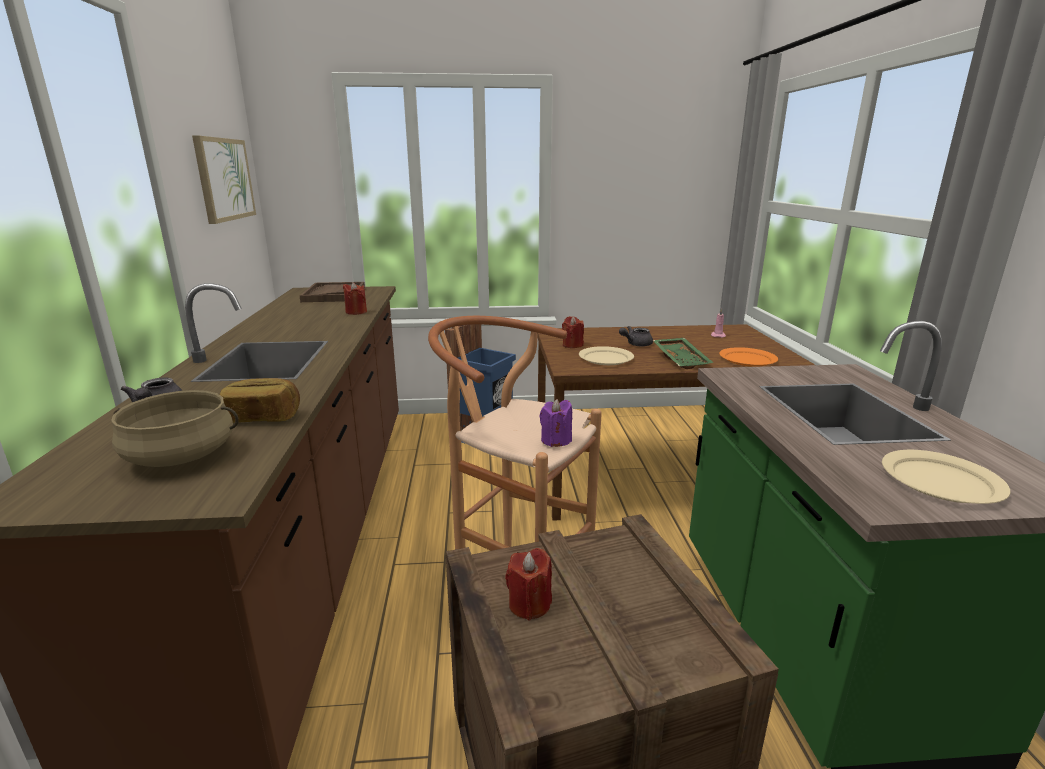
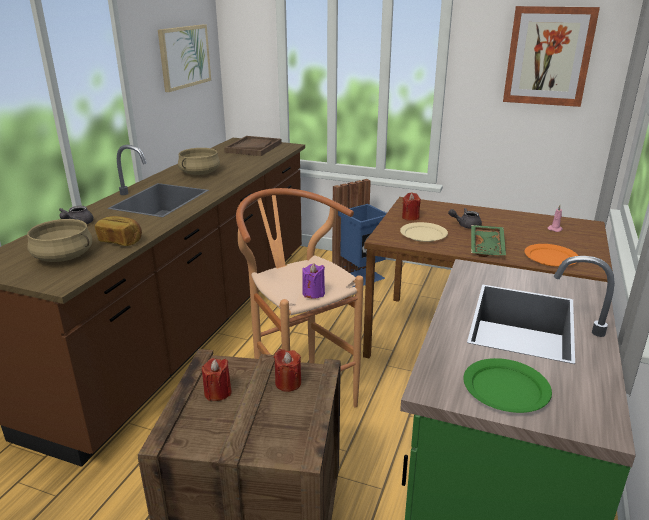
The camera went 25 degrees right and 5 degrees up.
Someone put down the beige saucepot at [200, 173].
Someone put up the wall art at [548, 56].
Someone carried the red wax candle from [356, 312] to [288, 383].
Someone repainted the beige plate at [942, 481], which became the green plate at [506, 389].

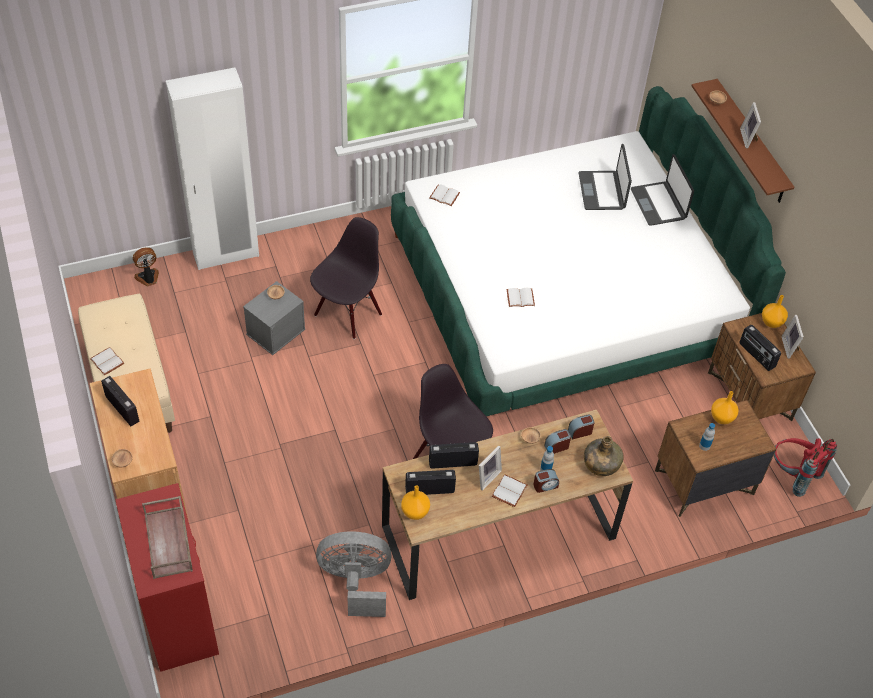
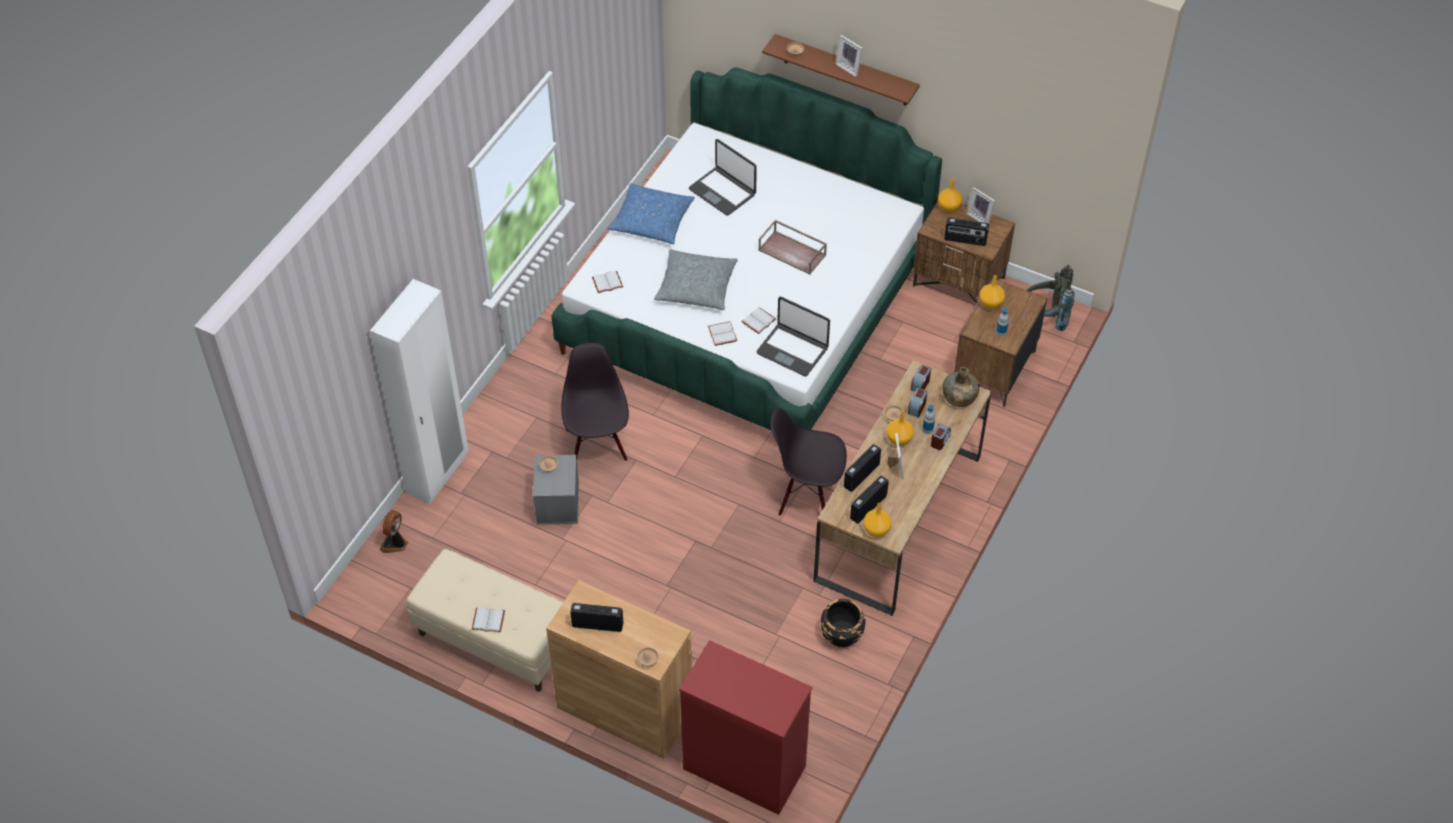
The camera went 40 degrees left and 0 degrees up.
Someone put down the blue-coloured pillow at [651, 220].
Someone put down the greyish pillow at [696, 286].
Someone put down the orange decorative vase at [899, 440].
Someone carried the brown-coloured serving tray from [169, 542] to [793, 252].
Someone carried the white-coloured bound book from [510, 492] to [723, 334].
Someone carried the notebook computer from [659, 204] to [792, 350].
Someone swapped the greyish cooling fan at [356, 582] for the black-coloured plant pot at [841, 635].
Someone repainted the red backpack at [792, 474], which became the greyish backpack at [1044, 317].

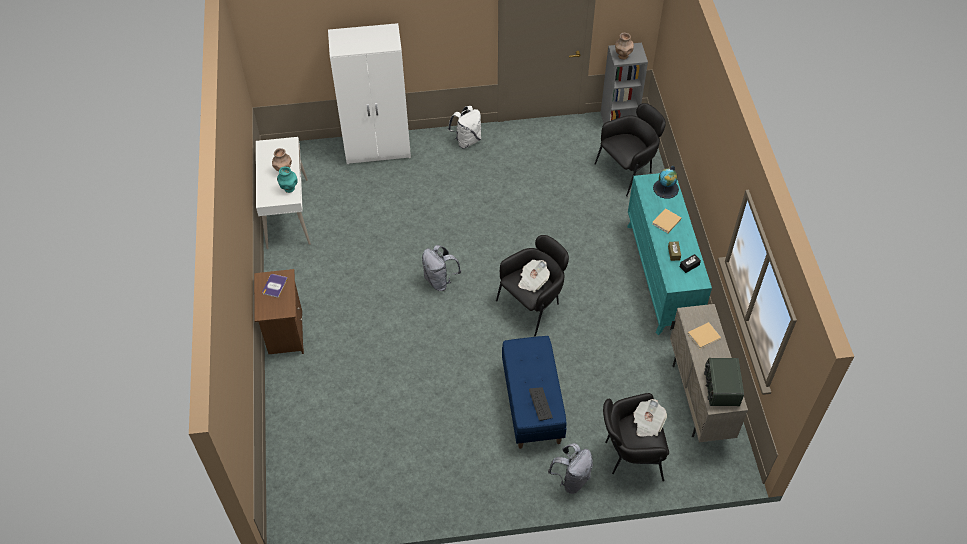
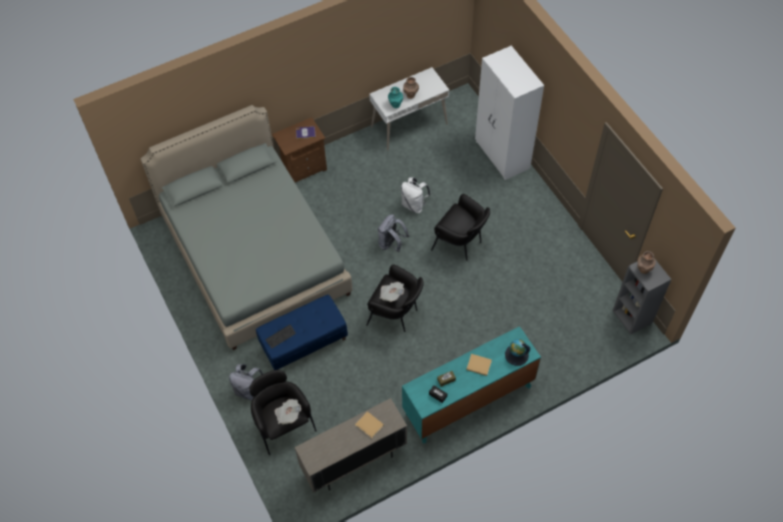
The camera went 70 degrees right and 5 degrees up.
Someone took away the radio at [721, 388].
Someone put down the greyish bedroom bed at [254, 255].
Someone carried the white-coloured backpack from [467, 140] to [414, 205].
Someone carried the black-coloured armchair from [628, 170] to [460, 244].

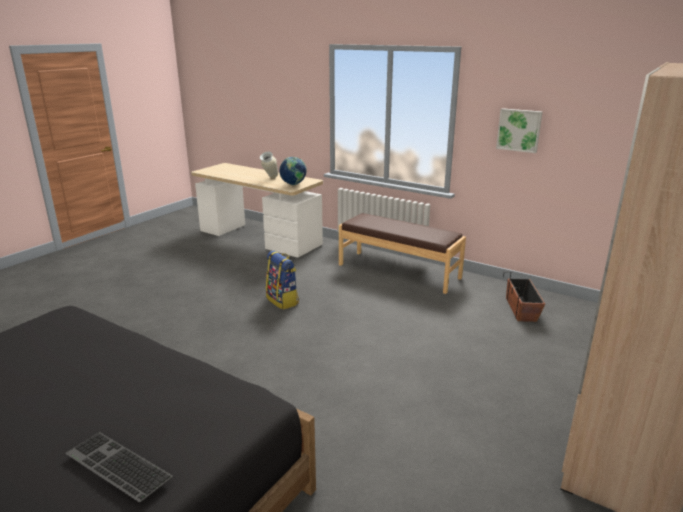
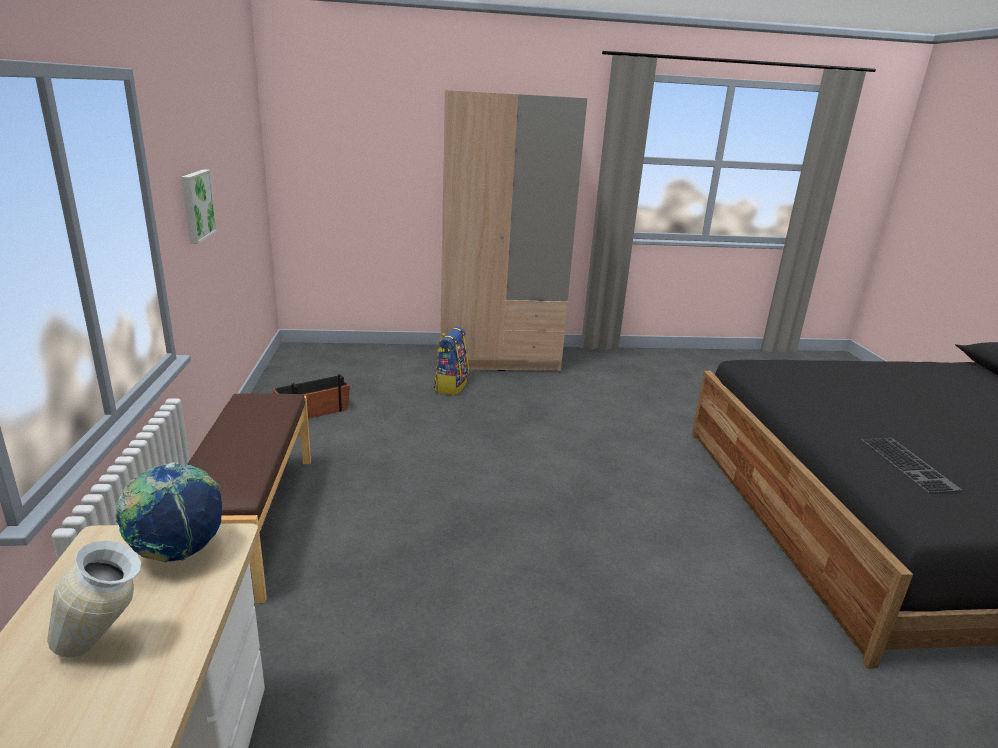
The camera went 130 degrees left and 0 degrees up.
Someone carried the PC keyboard from [115, 466] to [910, 464].
Someone carried the backpack from [283, 301] to [450, 386].

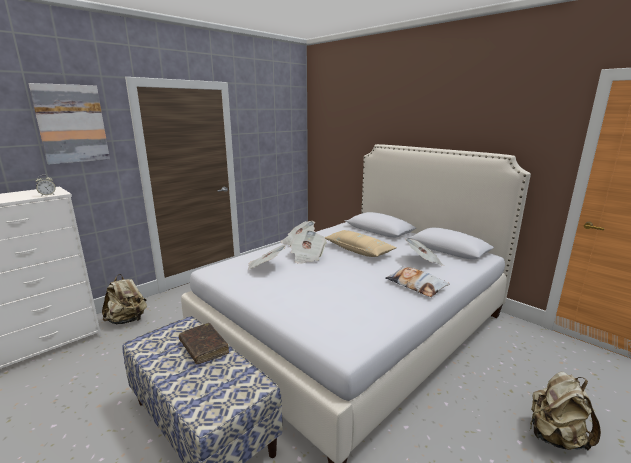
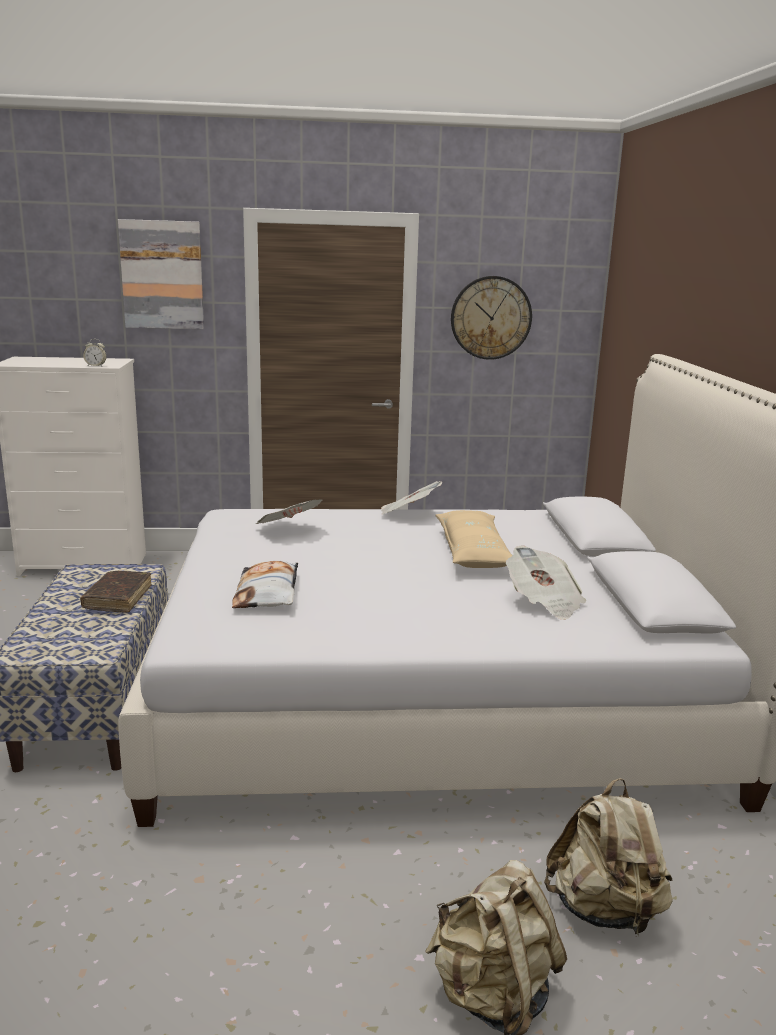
The camera went 40 degrees right and 0 degrees up.
Someone took away the newspaper at [307, 256].
Someone put up the wall clock at [491, 318].
Someone carried the beige backpack from [127, 320] to [605, 910].
Someone carried the pillow from [416, 285] to [268, 593].

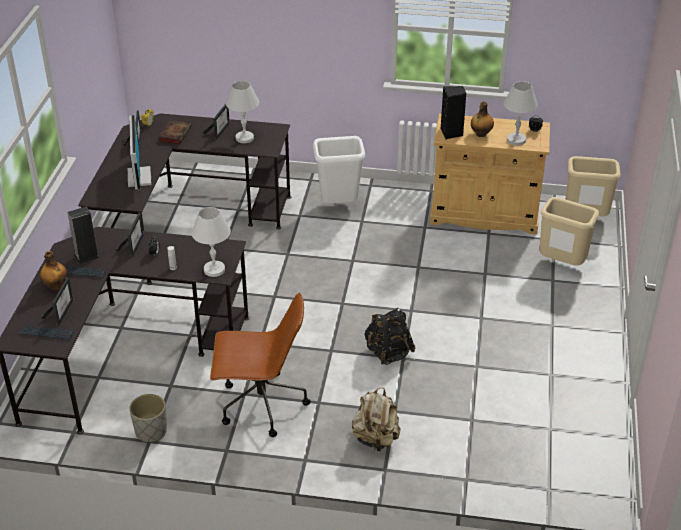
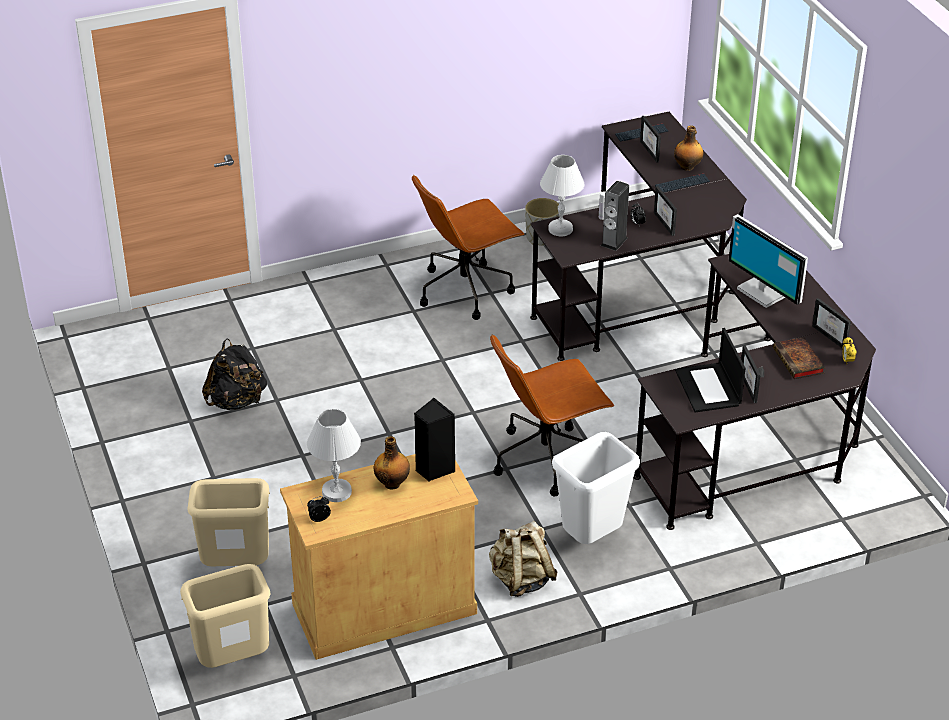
The camera went 150 degrees right and 0 degrees up.
Someone put down the brown-coloured desk chair at [547, 458].
Someone carried the audio speaker from [86, 256] to [614, 242].
Someone carried the beige backpack from [376, 439] to [521, 579].
Someone carried the black-coloured backpack from [388, 352] to [236, 401].
Someone swapped the white-coloured lamp for a table at [244, 138] for the notebook computer at [709, 388].

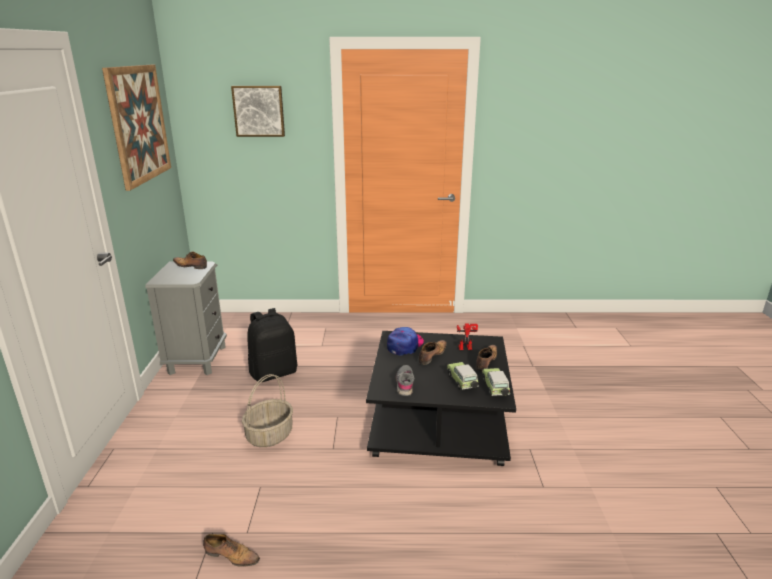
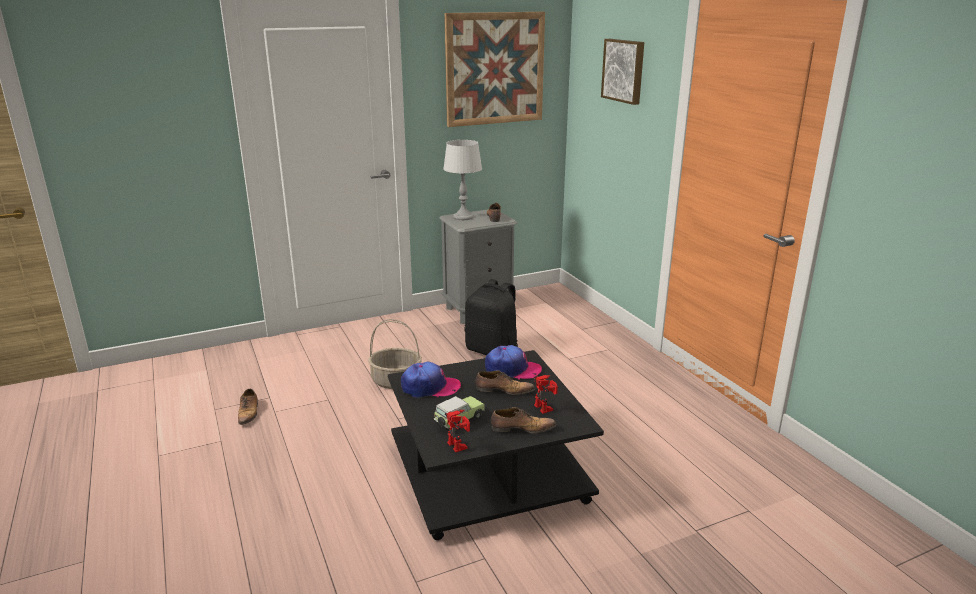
The camera went 65 degrees right and 0 degrees up.
Someone put down the greyish lamp for a table at [463, 217].
Someone swapped the greyish item of footwear at [405, 384] for the cap at [430, 387].
Someone swapped the toy car at [495, 389] for the robot figure at [460, 445].

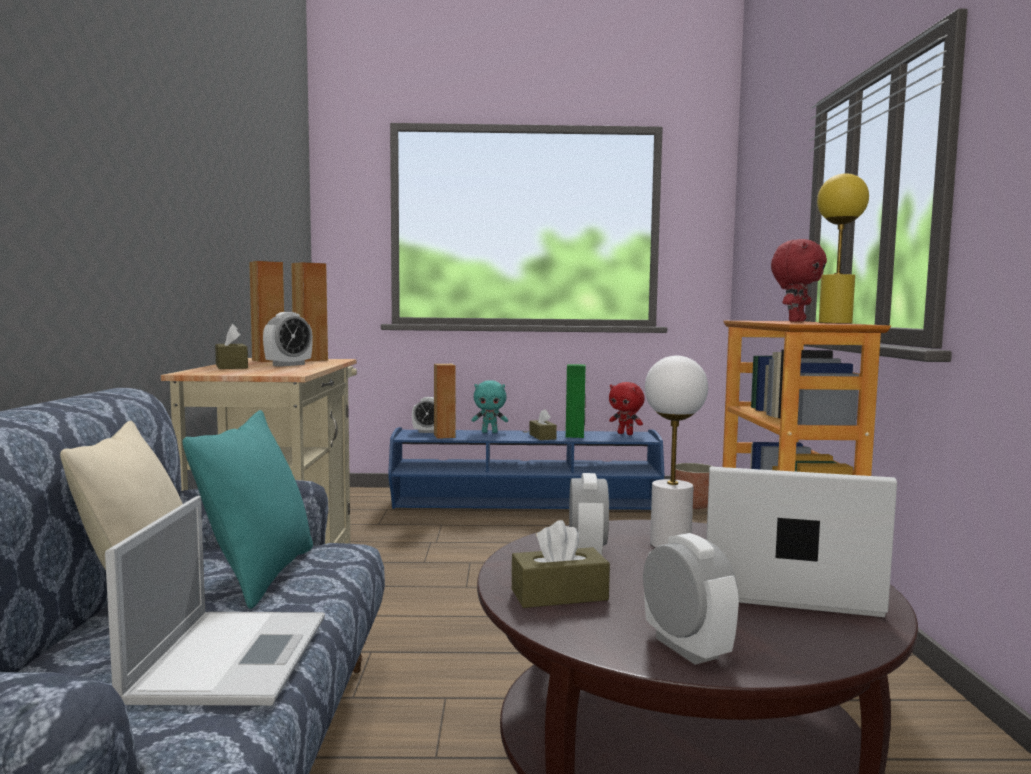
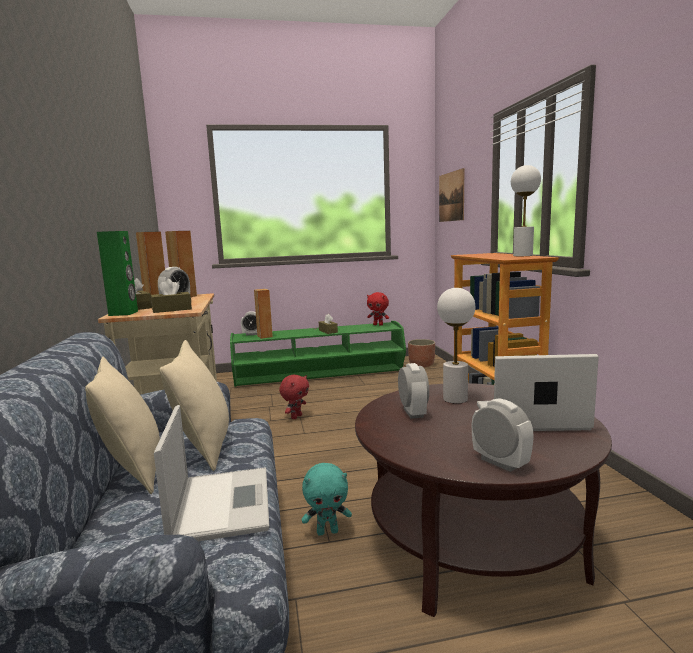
The camera went 10 degrees left and 5 degrees up.
Someone put up the wall art at [451, 196].
Someone carried the turquoise-coloured cuddly toy from [490, 432] to [327, 531].
Someone carried the brown-coloured tissue holder from [559, 595] to [172, 309].
Someone carried the green audio speaker from [575, 435] to [124, 313].
Someone carried the red cuddly toy from [795, 321] to [296, 417].
Someone repainted the turquoise-coloured pillow at [260, 574], which became the beige pillow at [204, 447].
Someone repainted the blue-coloured tv stand at [525, 505], which became the green tv stand at [320, 375].
Someone repainted the yellow lamp for a table at [835, 323], which became the white-coloured lamp for a table at [523, 255].

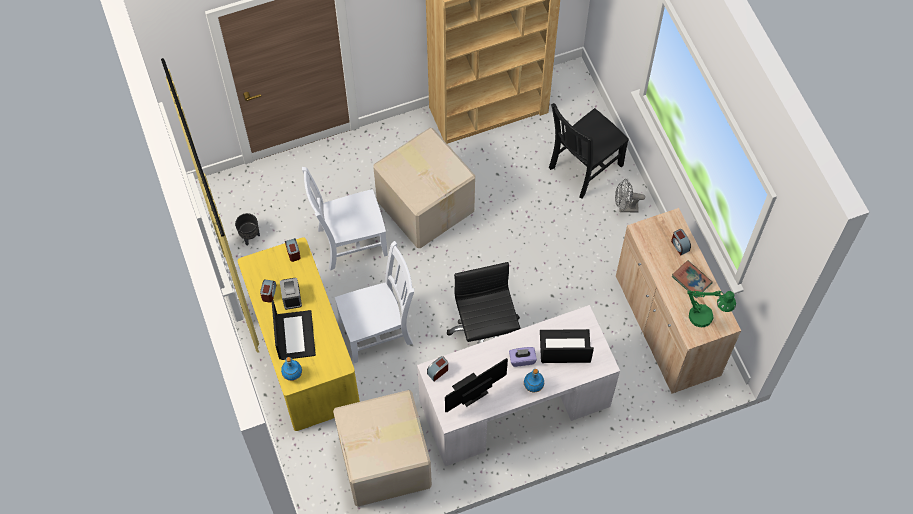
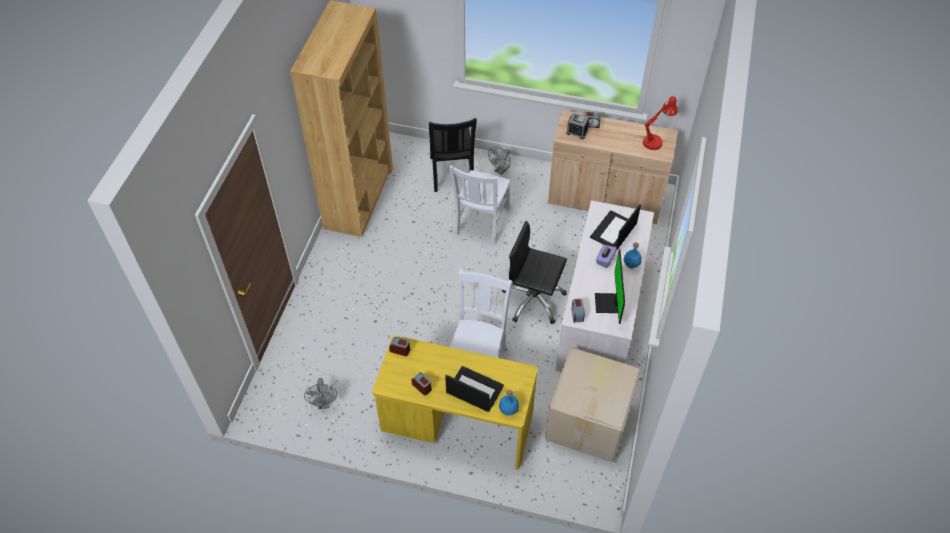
The camera went 55 degrees left and 10 degrees down.
Someone took away the cardboard box at [425, 204].
Someone took away the bound book at [691, 280].
Someone carried the table clock from [291, 297] to [577, 132].
Someone carried the white-coloured upright chair from [349, 242] to [481, 223].
Someone swapped the black-coloured plant pot at [250, 237] for the greyish cooling fan at [324, 403].
Someone repainted the green lamp for a table at [706, 318], which became the red lamp for a table at [655, 141].

